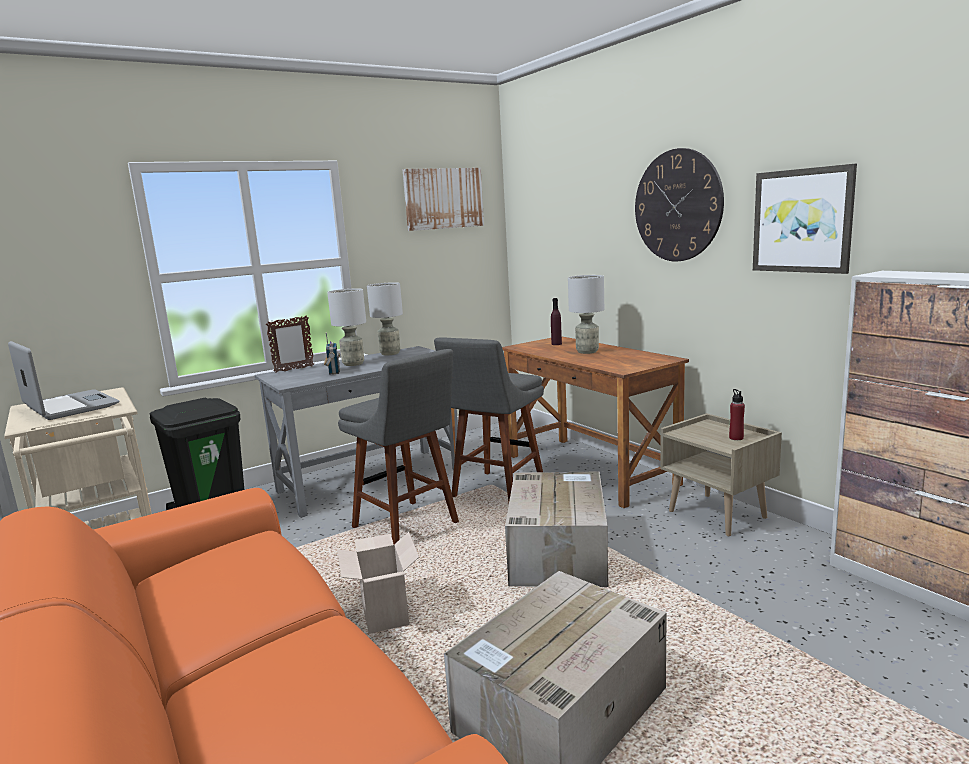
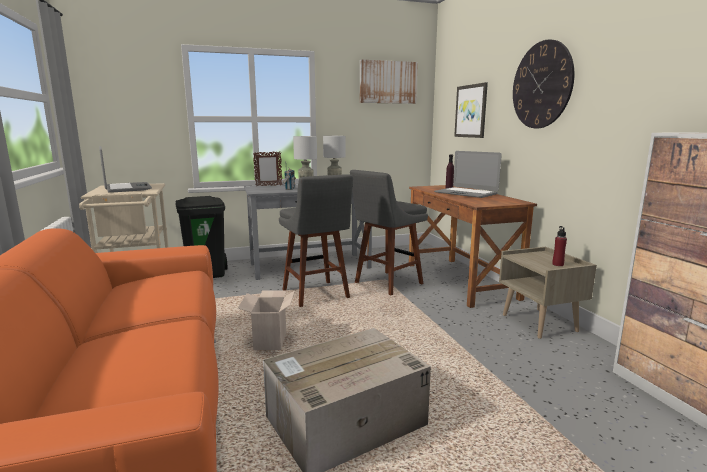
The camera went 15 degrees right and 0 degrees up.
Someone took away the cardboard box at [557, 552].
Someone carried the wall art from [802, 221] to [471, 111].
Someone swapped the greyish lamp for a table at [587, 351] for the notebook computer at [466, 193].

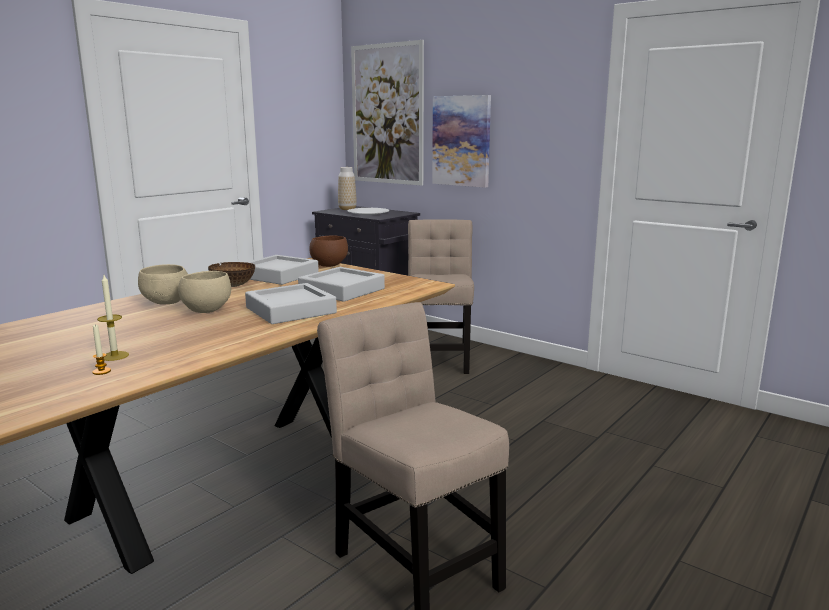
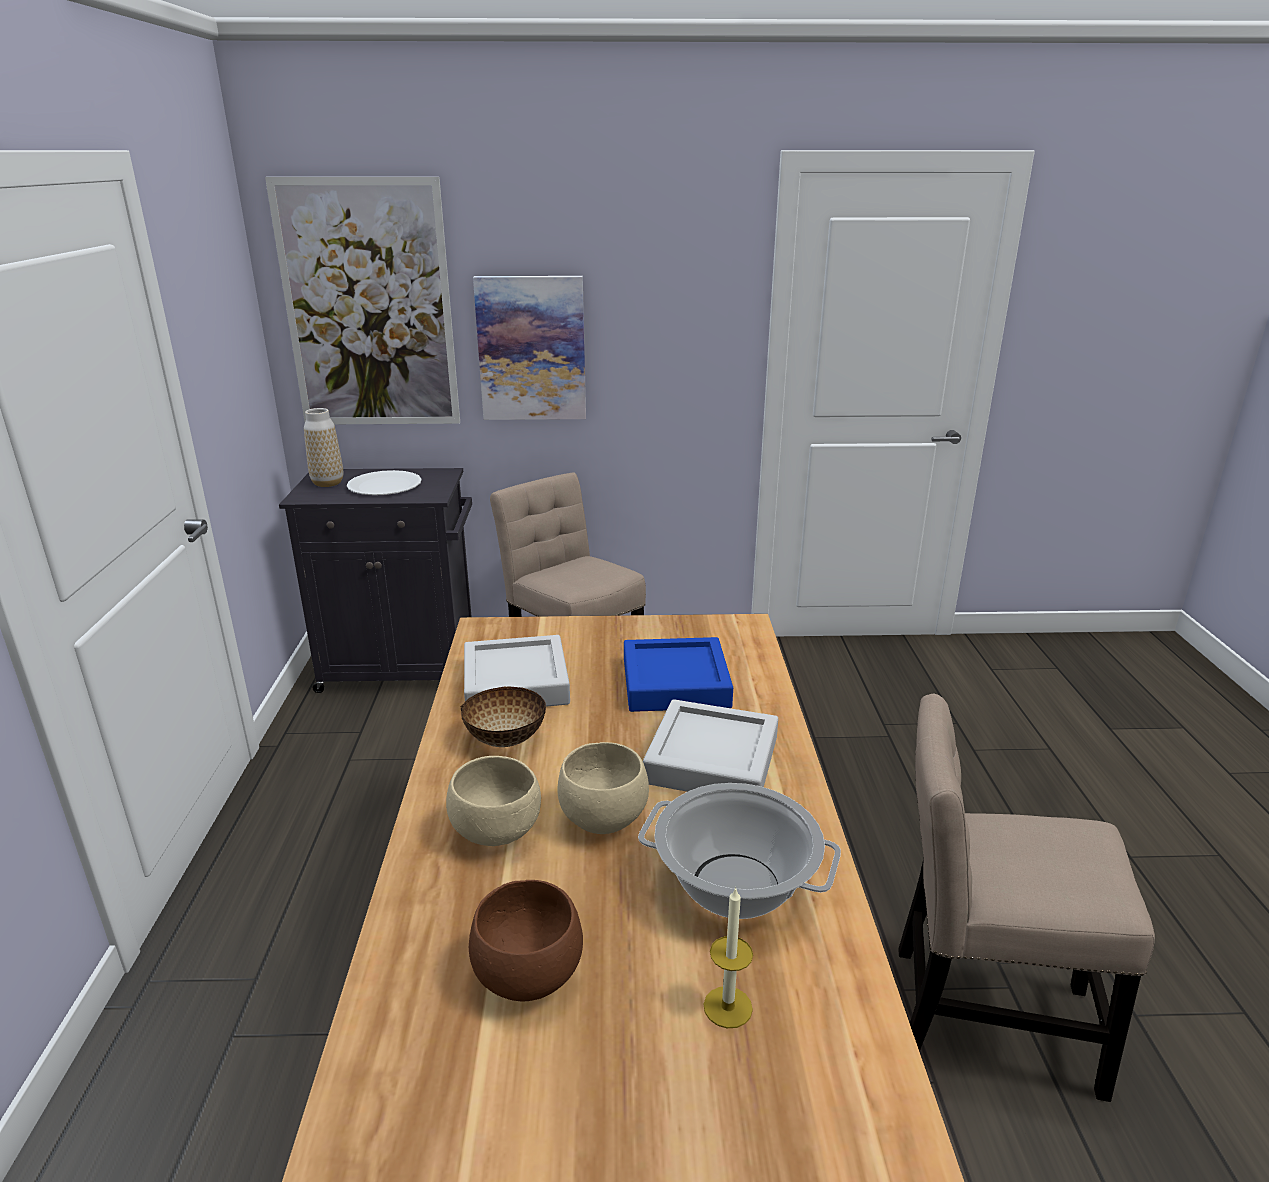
The camera went 40 degrees left and 10 degrees up.
Someone took away the wax candle at [101, 371].
Someone put down the saucepot at [734, 886].
Someone carried the brown-coloured bowl from [328, 265] to [525, 978].
Someone repainted the greyish serving tray at [342, 290], which became the blue-coloured serving tray at [675, 683].

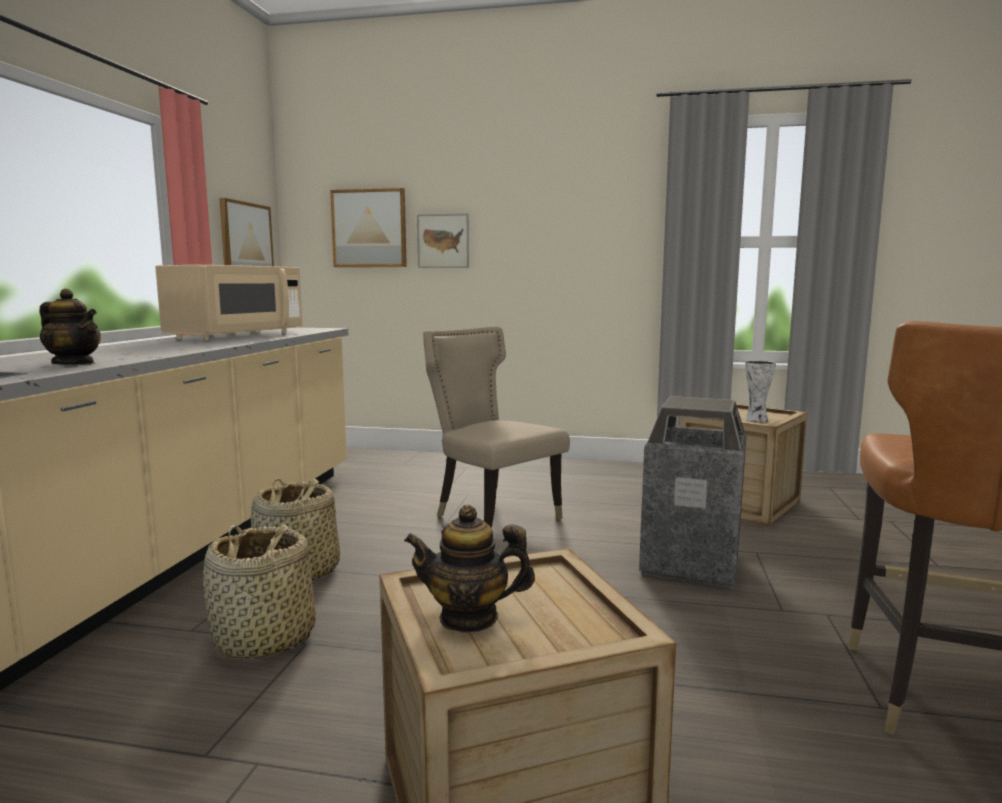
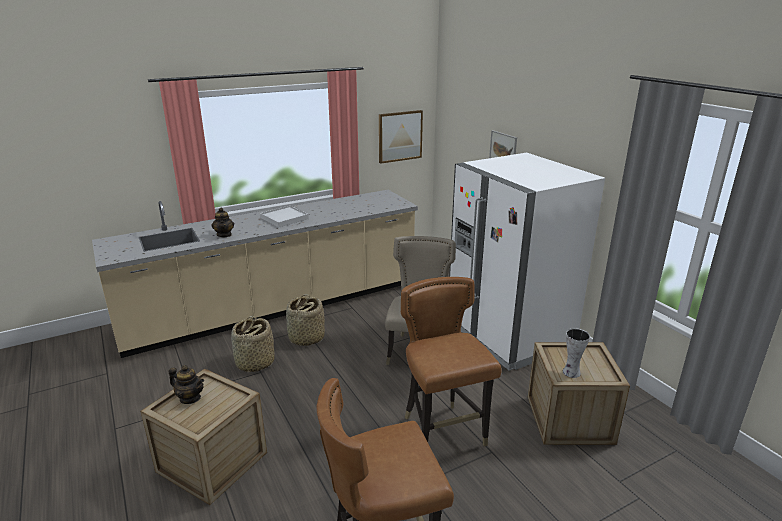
The camera went 50 degrees right and 15 degrees up.
Someone took away the beige microwave at [236, 336].
Someone took away the wall art at [369, 228].
Someone put down the white-coloured serving tray at [284, 218].
Someone put down the white-coloured kitchen fridge at [509, 335].
Someone swapped the waste bin at [689, 564] for the brown-coloured upright chair at [443, 433].
Someone rotated the teapot at [469, 618] by 150 degrees clockwise.

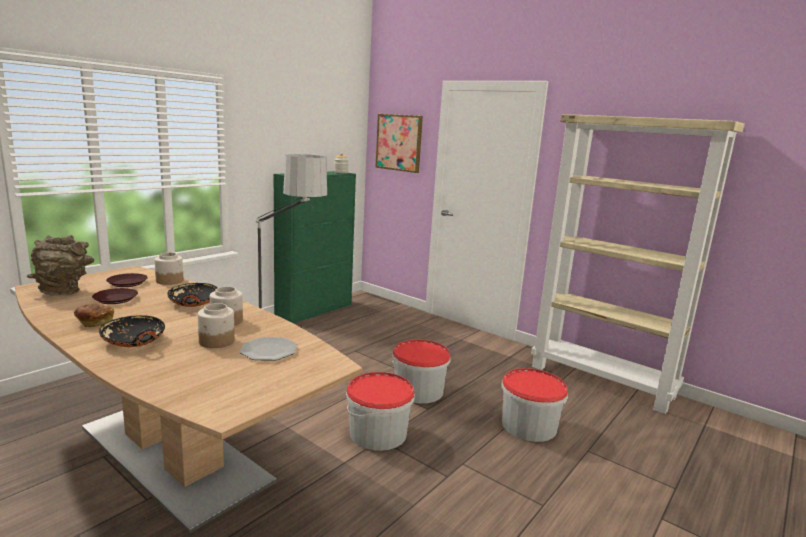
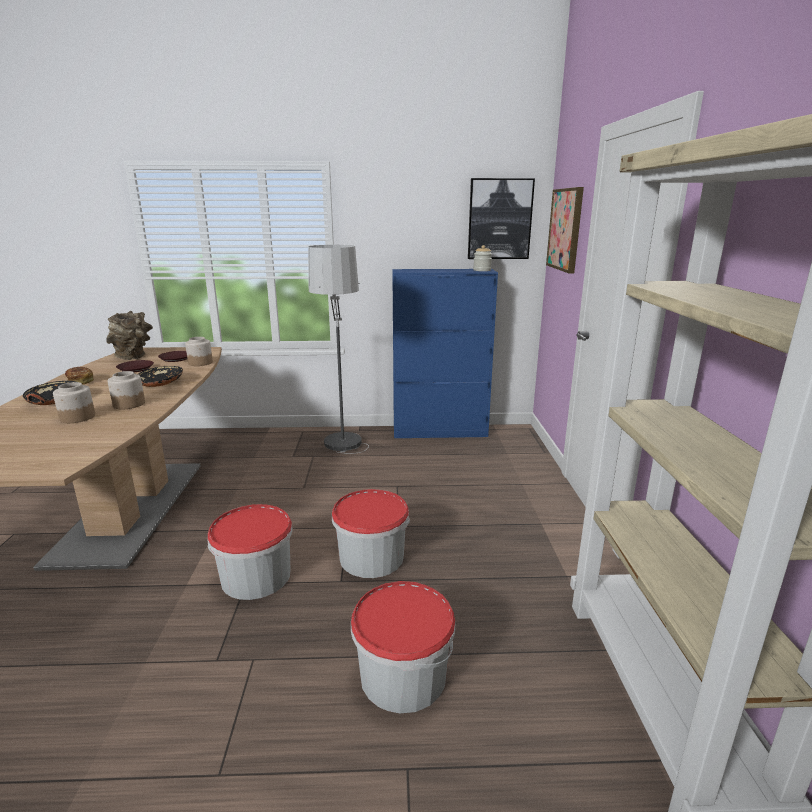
The camera went 50 degrees right and 5 degrees up.
Someone took away the plate at [268, 350].
Someone put up the wall art at [499, 219].
Someone repainted the green storage cabinet at [315, 310], which became the blue-coloured storage cabinet at [440, 431].

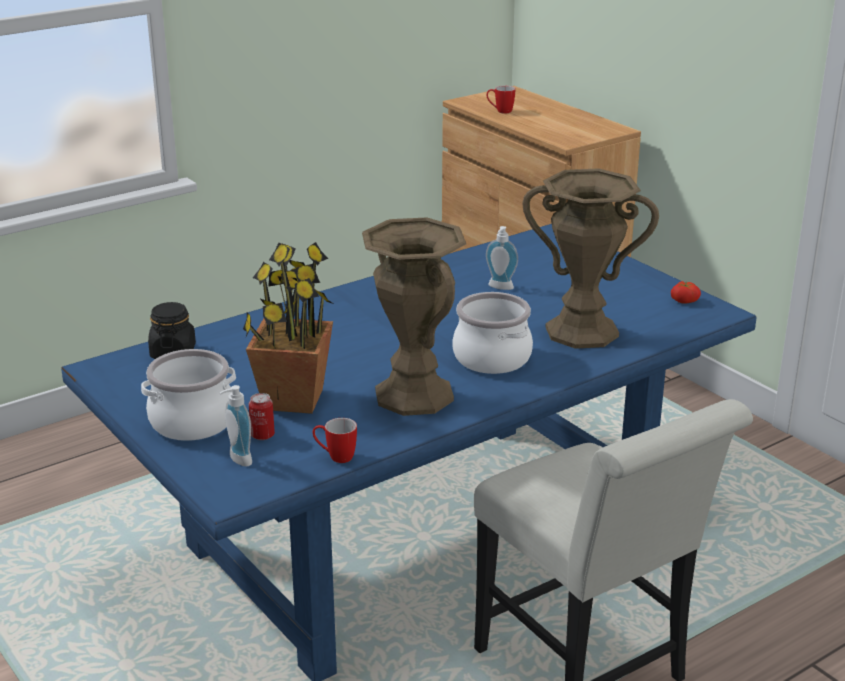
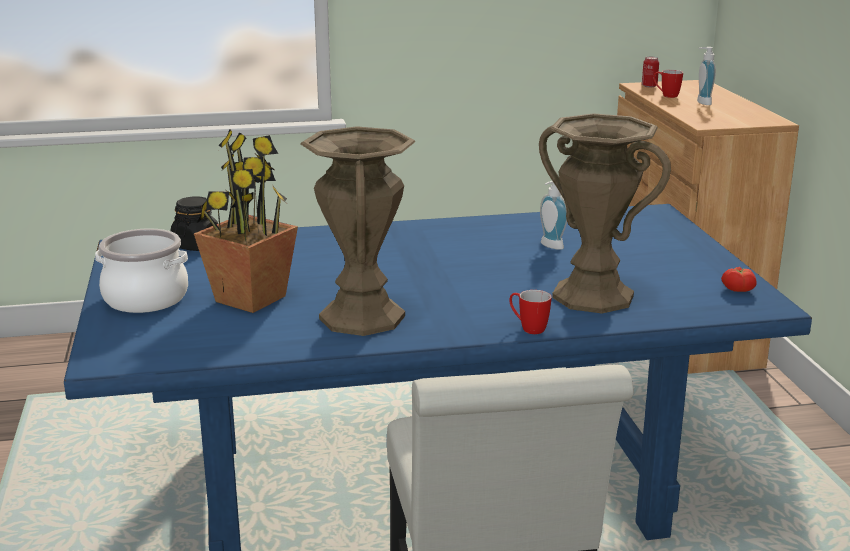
The camera went 25 degrees right and 5 degrees down.
Someone took away the saucepot at [492, 358].
Someone carried the soap bottle from [237, 460] to [701, 103].
Someone carried the sealed can from [262, 435] to [649, 86].
Someone carried the coffee mug from [335, 457] to [528, 328].

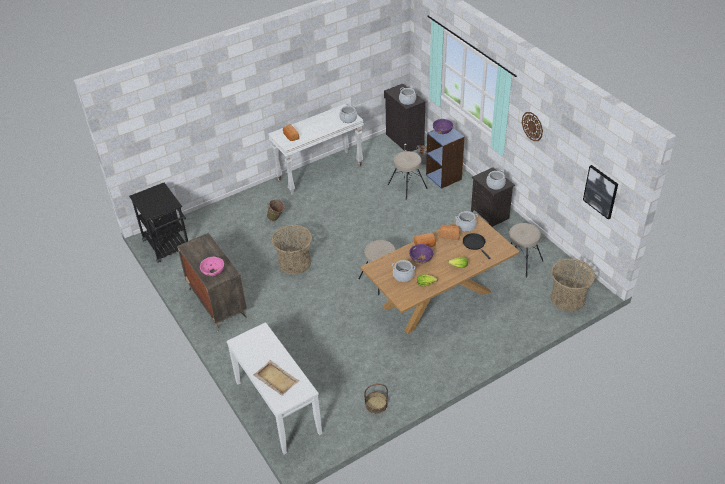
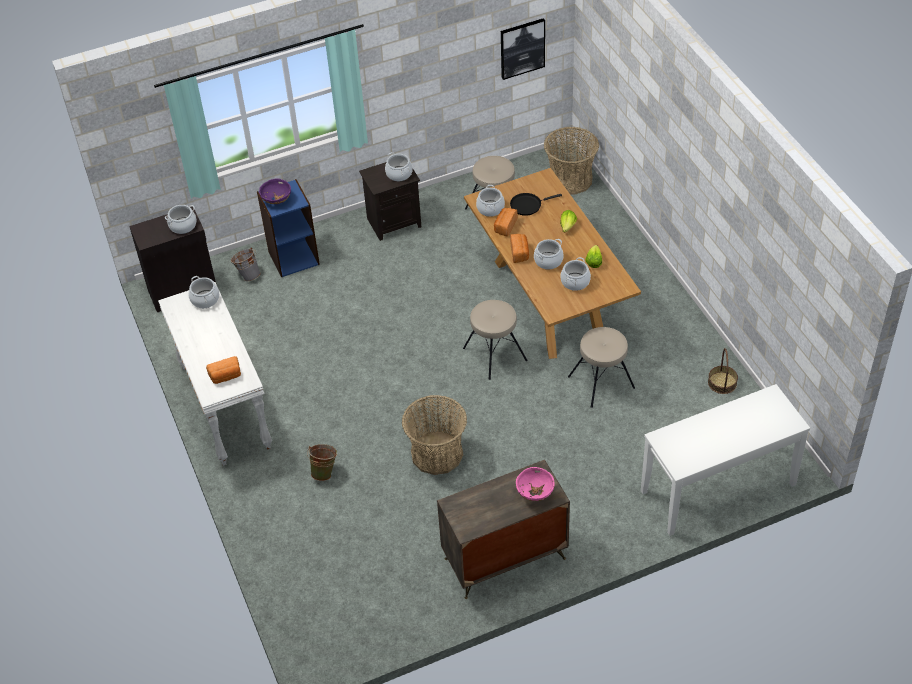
The camera went 80 degrees left and 5 degrees up.
Someone took away the black-coloured wheeled cart at [168, 247].
Someone took away the beige serving tray at [276, 378].
Someone took away the wall clock at [532, 126].
Someone carried the beige stool from [407, 186] to [601, 382].
Someone swapped the purplish bowl at [421, 260] for the saucepot at [548, 261].

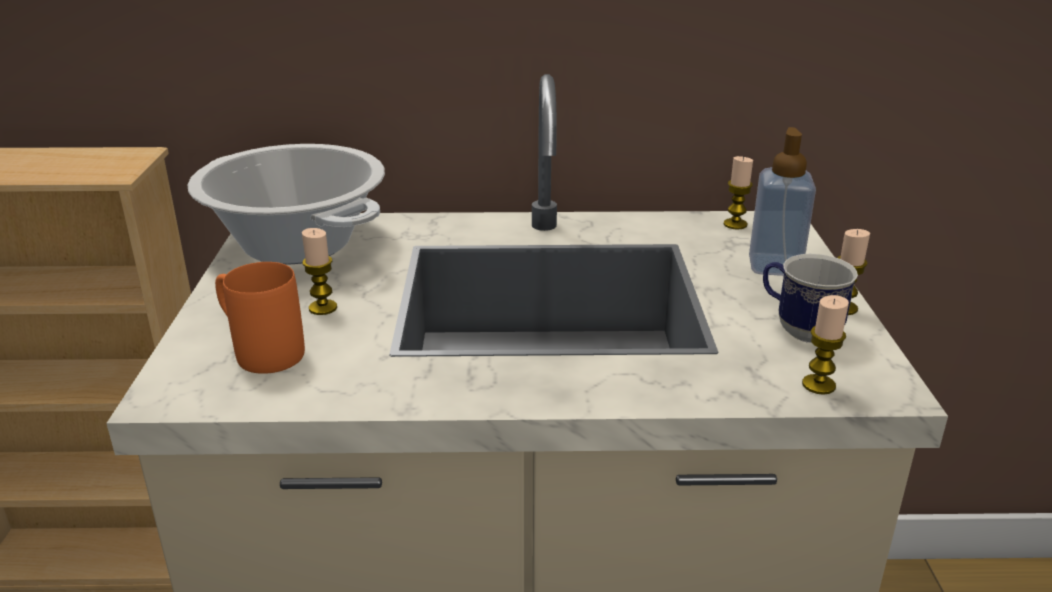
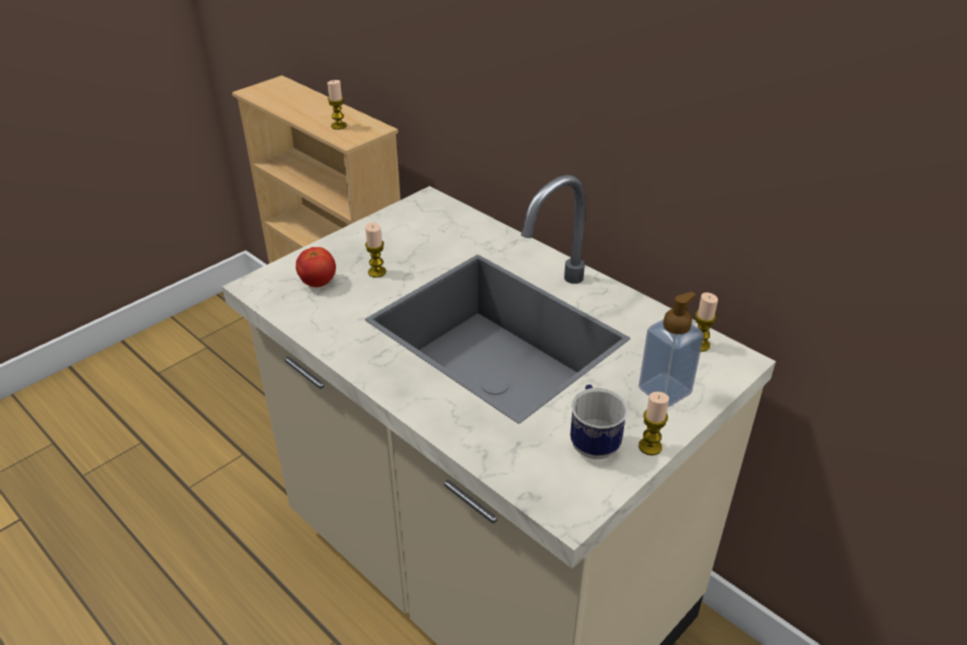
The camera went 45 degrees right and 10 degrees up.
Someone took away the saucepot at [297, 243].
Someone carried the wax candle from [818, 385] to [338, 126].
Someone swapped the orange coffee mug at [259, 351] for the fresh tomato at [318, 282].

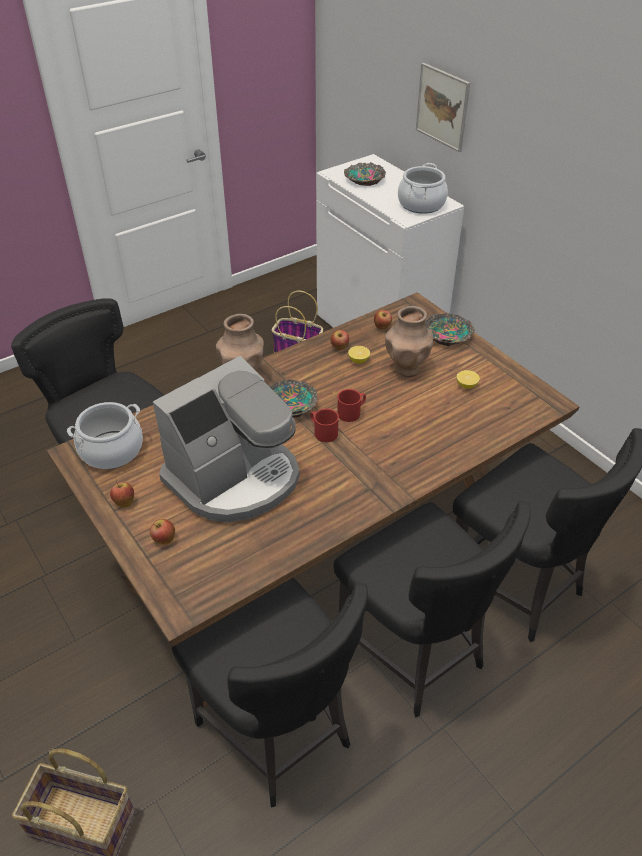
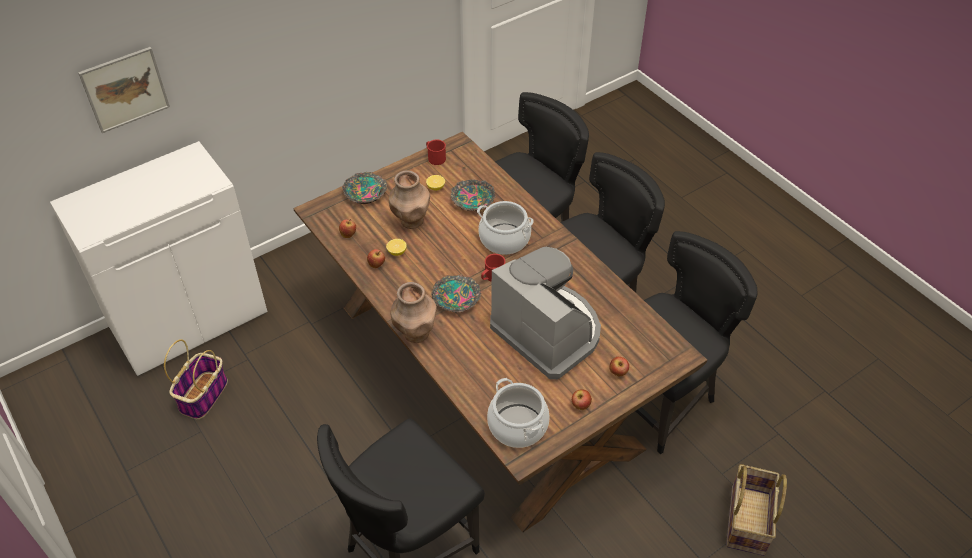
The camera went 90 degrees left and 5 degrees up.
Someone carried the red coffee mug from [352, 412] to [435, 157].
Someone carried the bowl from [364, 179] to [472, 200].
Someone carried the saucepot from [421, 204] to [504, 239].

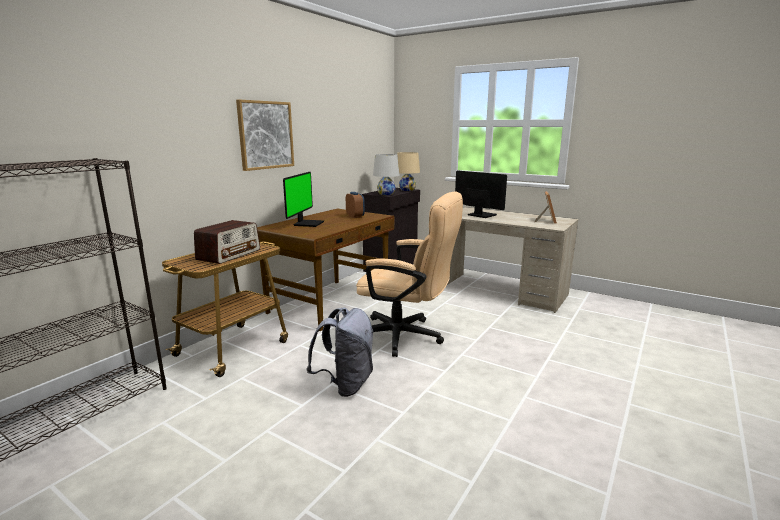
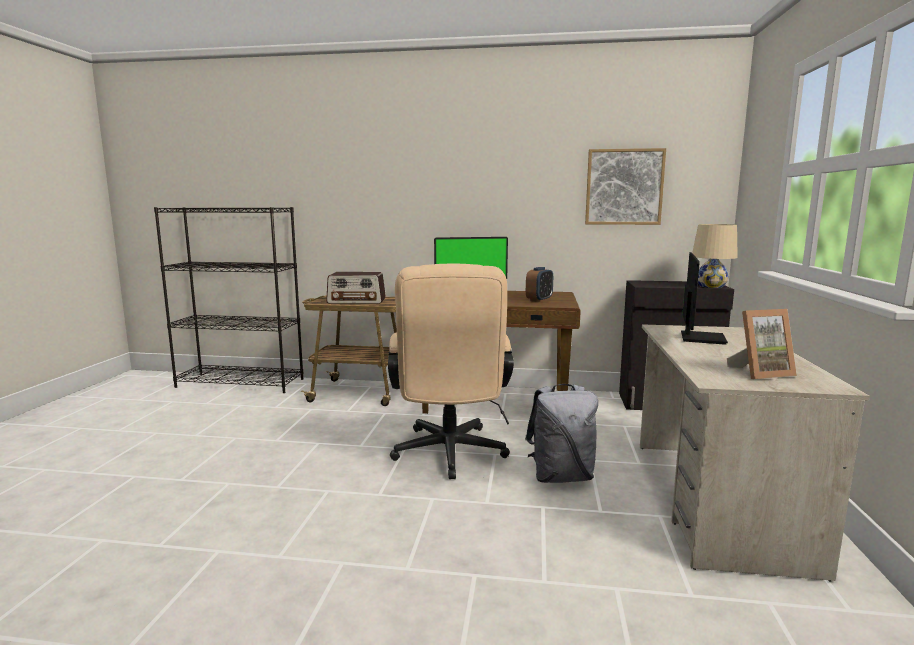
The camera went 65 degrees right and 5 degrees down.
Someone took away the white-coloured lamp for a table at [386, 194].
Someone carried the wall art from [265, 135] to [624, 187].
Someone carried the greyish backpack from [346, 384] to [561, 476].

